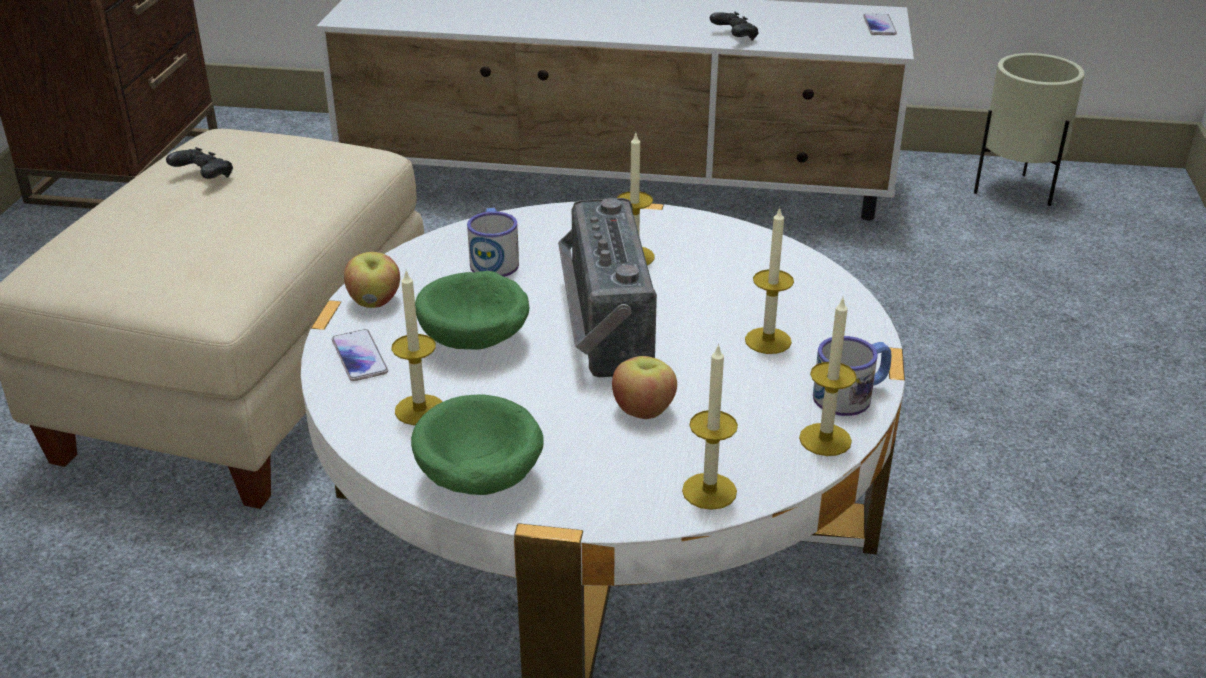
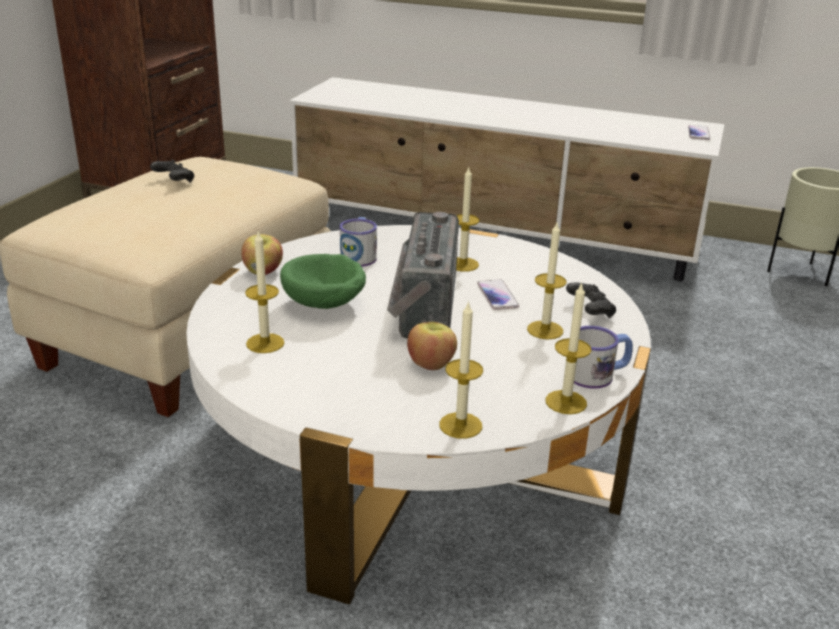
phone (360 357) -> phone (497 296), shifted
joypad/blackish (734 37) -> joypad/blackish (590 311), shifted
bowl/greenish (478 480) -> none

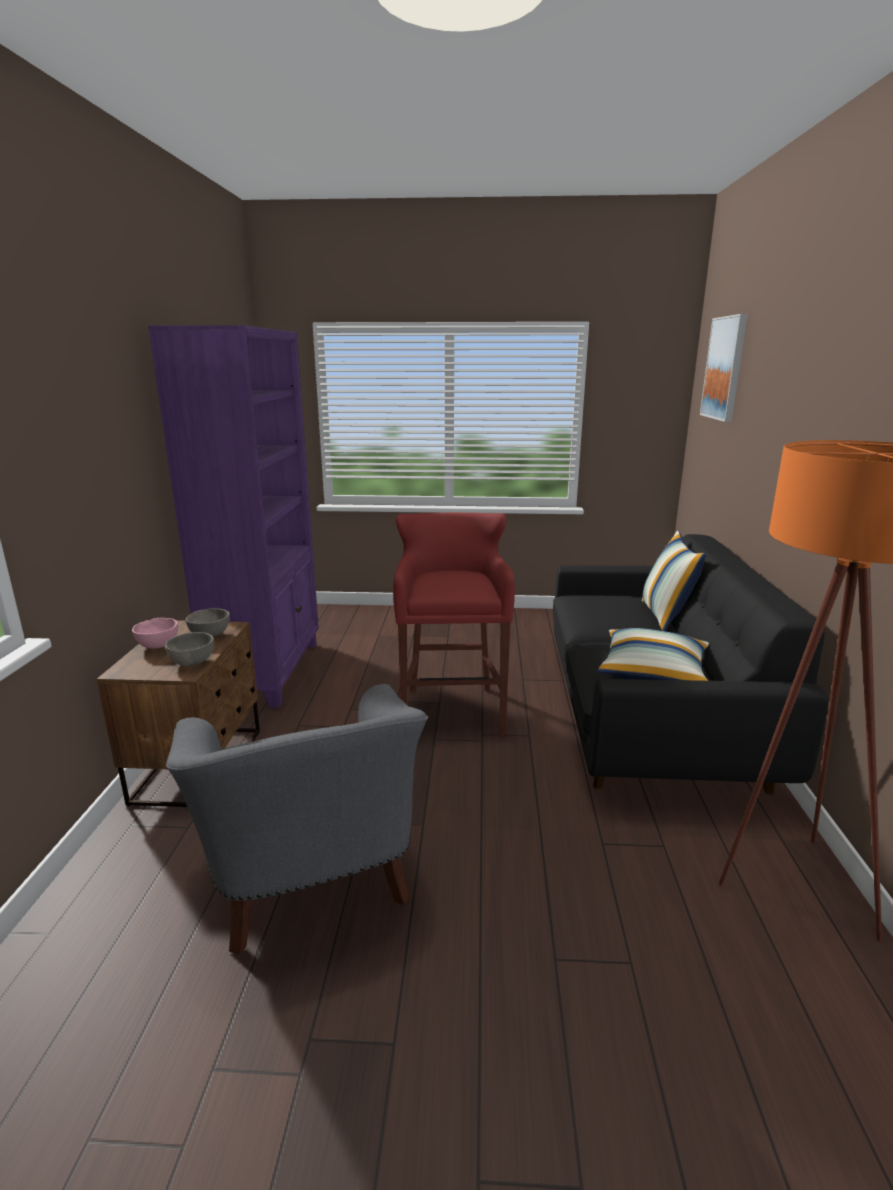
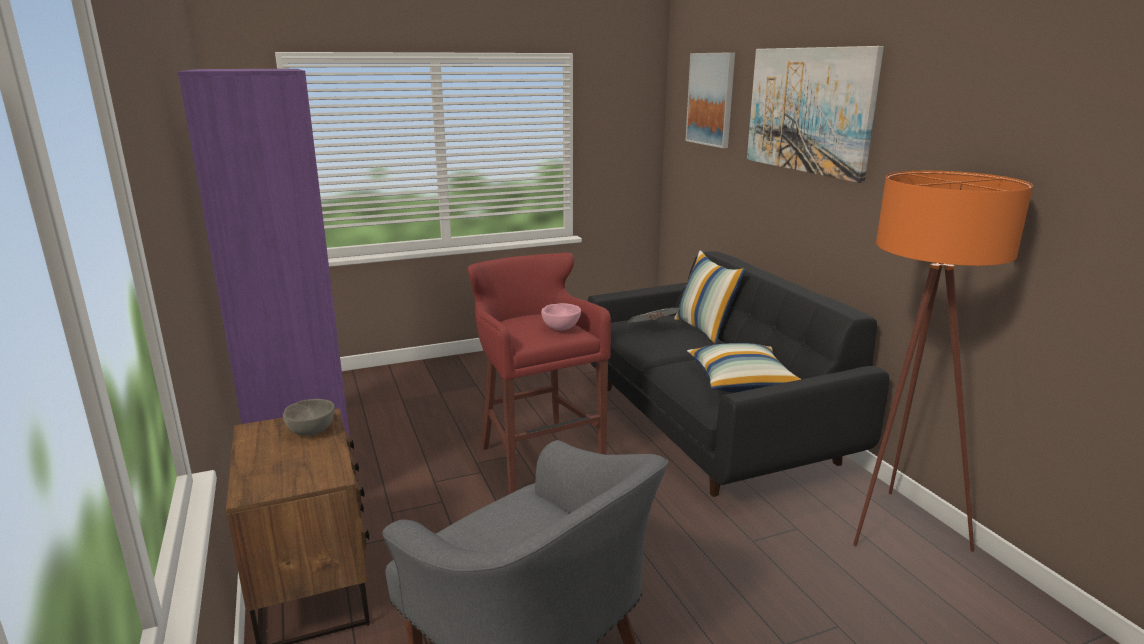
bowl/pinkish (159 646) -> bowl/pinkish (561 328), shifted
none -> printed paper (652 329)
none -> wall picture (809 110)
bowl/gray (191 662) -> none

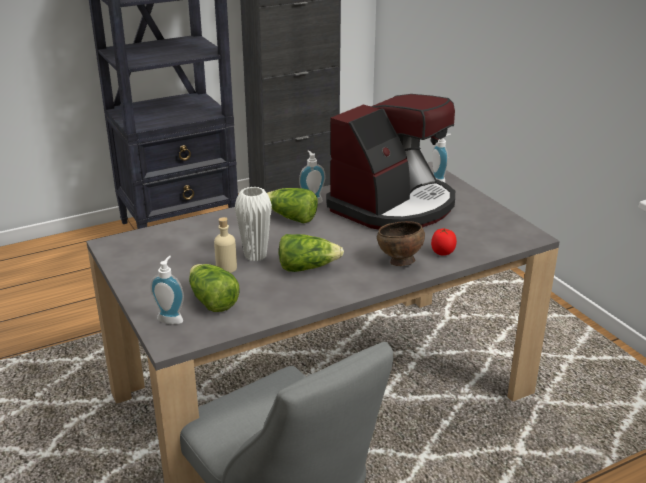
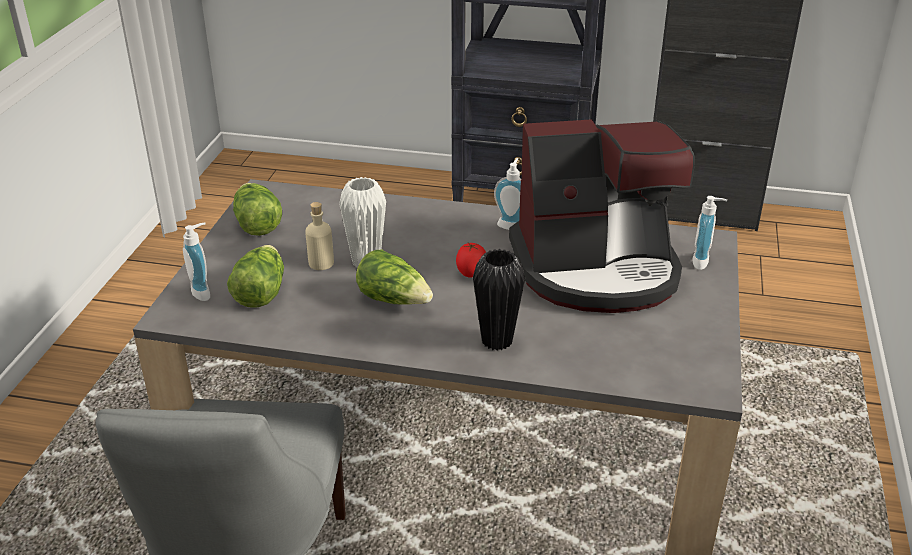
head of lettuce (291 218) -> head of lettuce (256 224), shifted
fresh tomato (443 253) -> fresh tomato (471 274), shifted
bowl/brownish (399 262) -> vase/blackish (497 341)

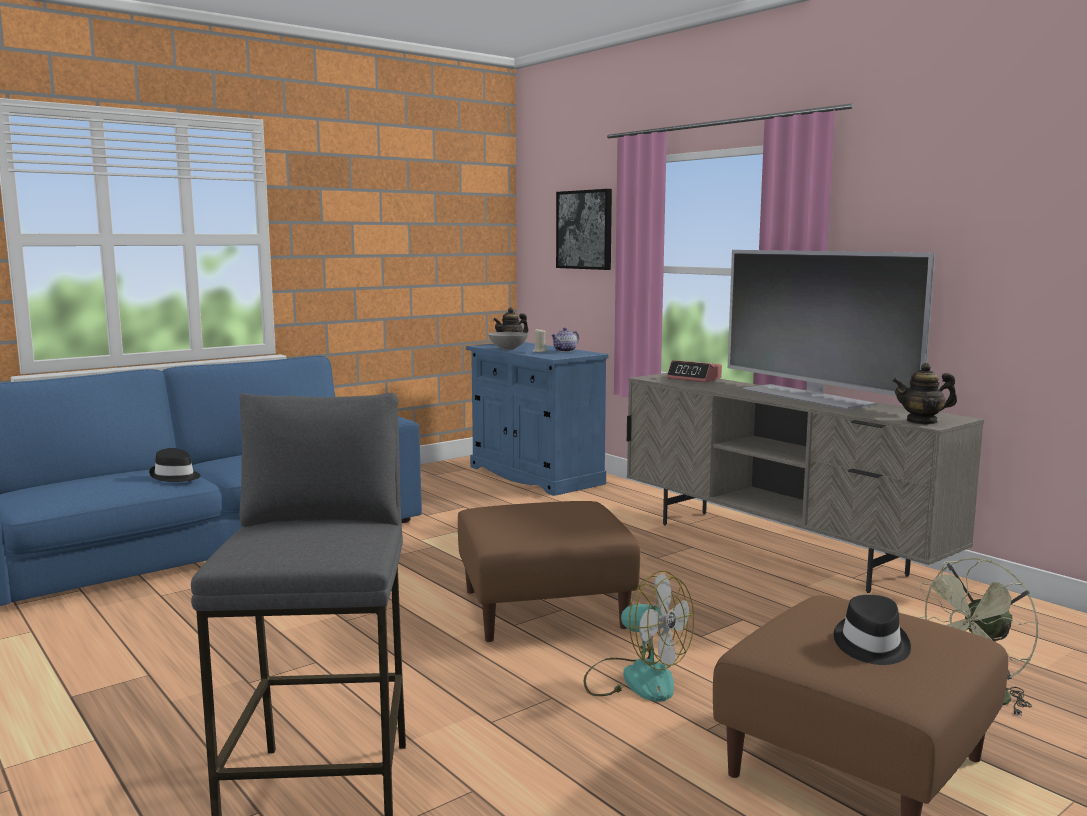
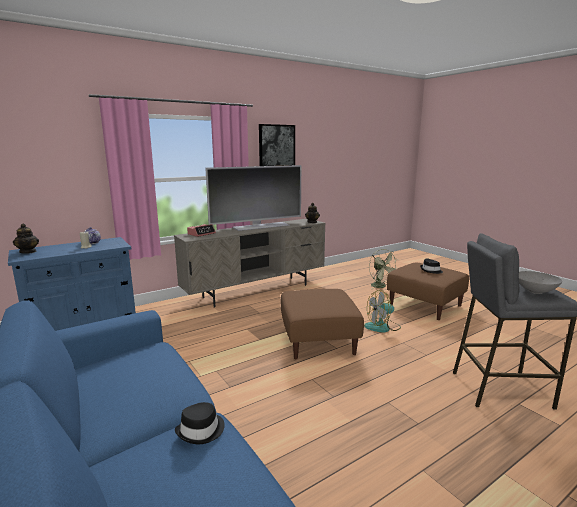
wall picture (585 229) -> wall picture (276 146), shifted
cooling fan (635 678) -> cooling fan (382 327), 150 degrees counterclockwise
bowl/gray (507 349) -> bowl/gray (536 291), shifted

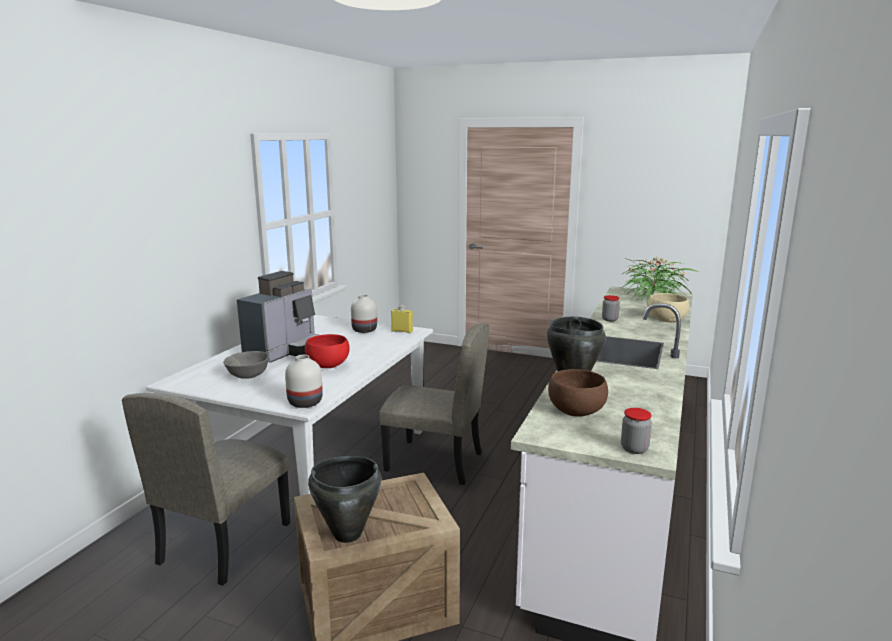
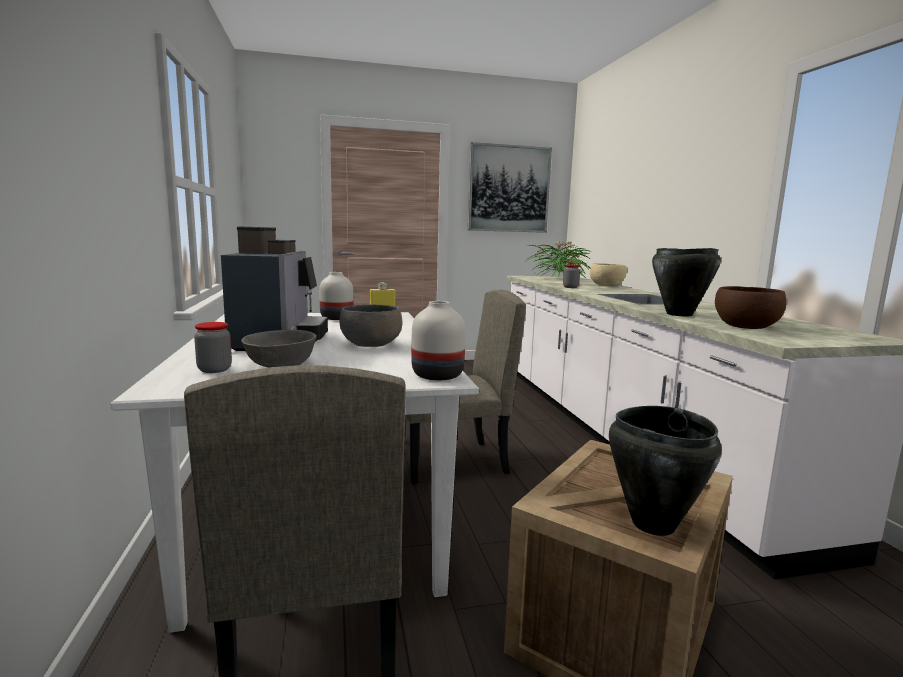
storage jar (634 449) -> storage jar (214 370), shifted
bowl/reddish (328 365) -> bowl/gray (371 344)
none -> wall picture (509 189)

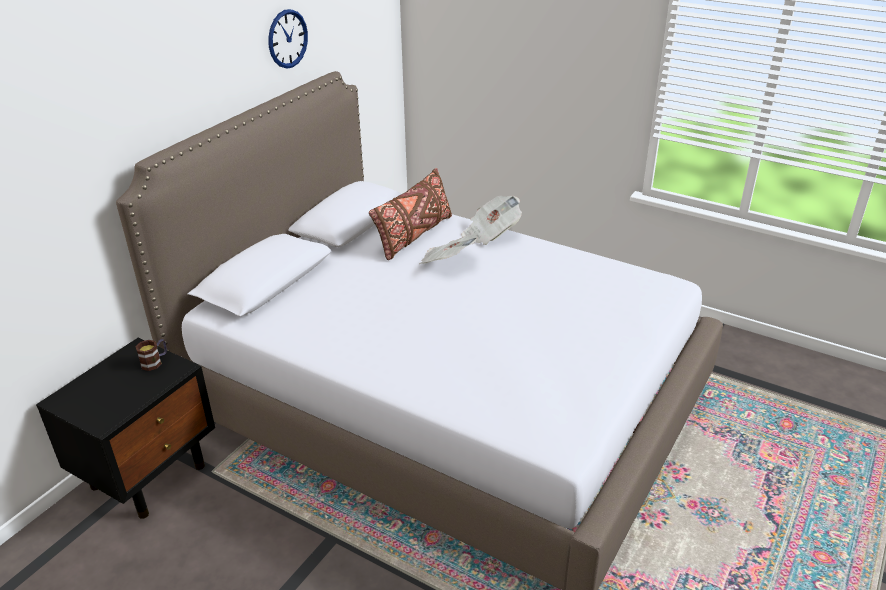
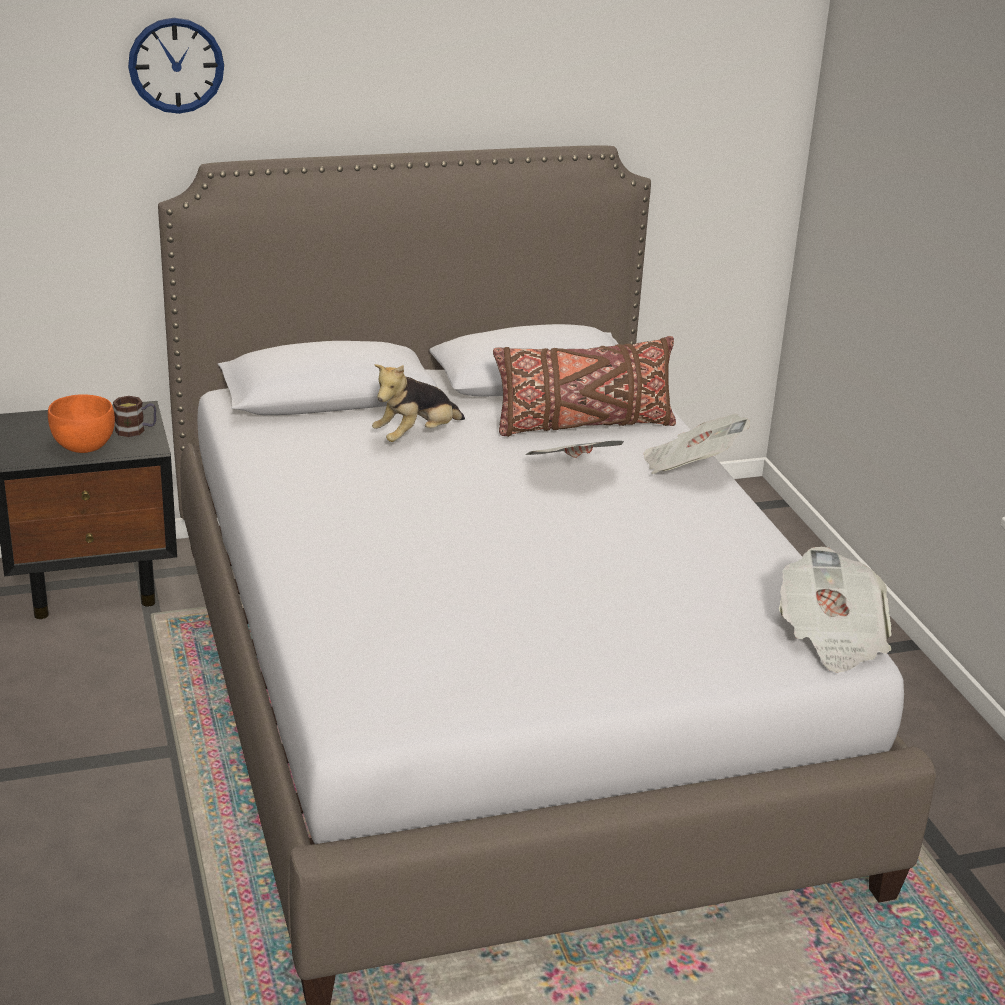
none -> bowl/orange-coloured (84 447)
hanging clock (287 39) -> hanging clock (176 65), shifted
none -> cuddly toy (416 436)
none -> printed paper (831 638)

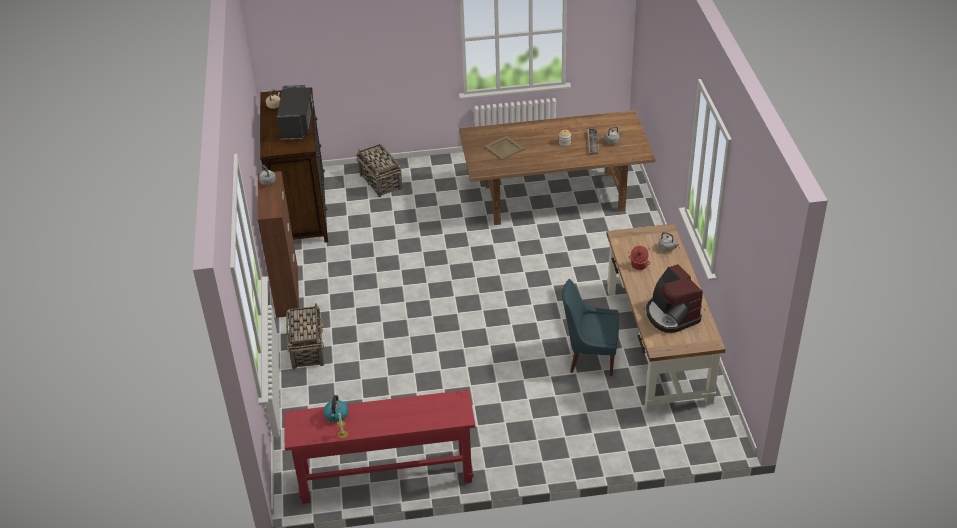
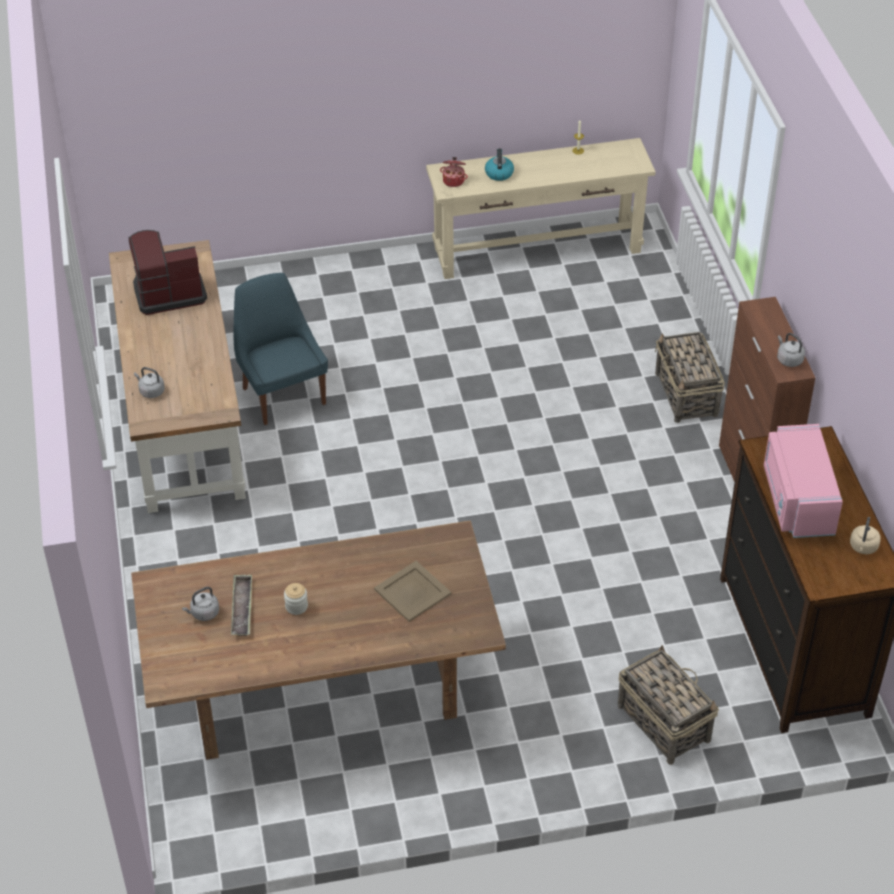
coffee machine (671 315) -> coffee machine (168 292), 75 degrees counterclockwise
plain chair/blue-coloured (590 357) -> plain chair/blue-coloured (282 394), 120 degrees counterclockwise
hall table/reddish (386 476) -> hall table/beige (537 249)
stockpot (638 265) -> stockpot (454 180), shifted
kettle (336 415) -> kettle (499 173), shifted
microwave/blackish (297 124) -> microwave/pinkish (796 500)

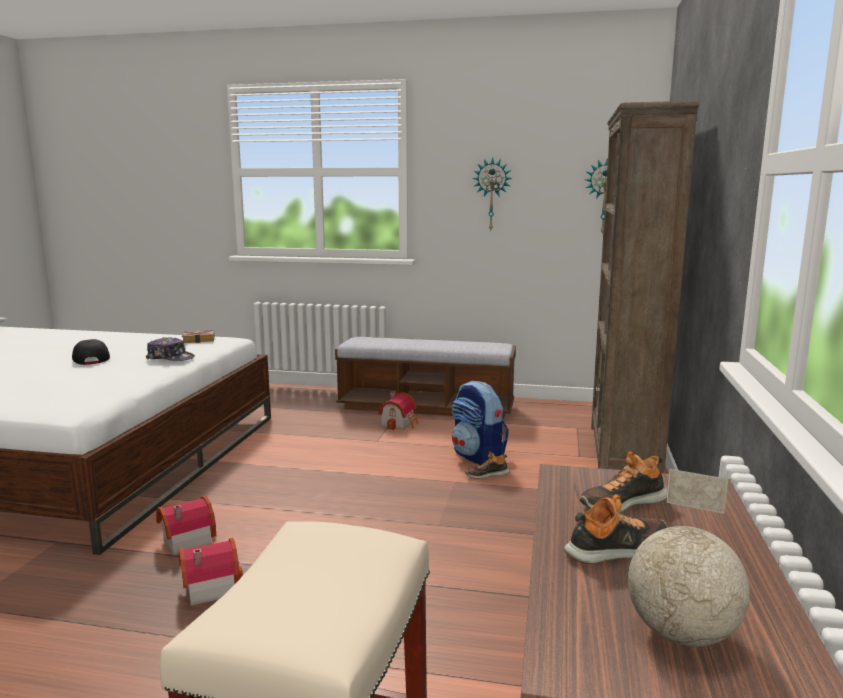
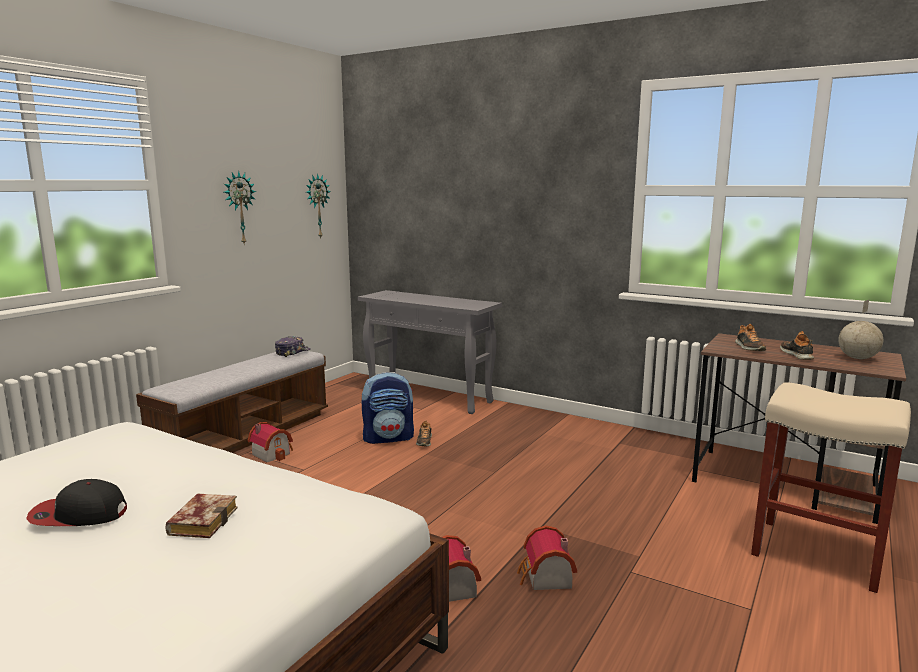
bound book (200 340) -> bound book (203 520), shifted
peaked cap (170 358) -> peaked cap (292 352), shifted
shelving unit/brownish (623 453) -> hall table/gray (430 397)

